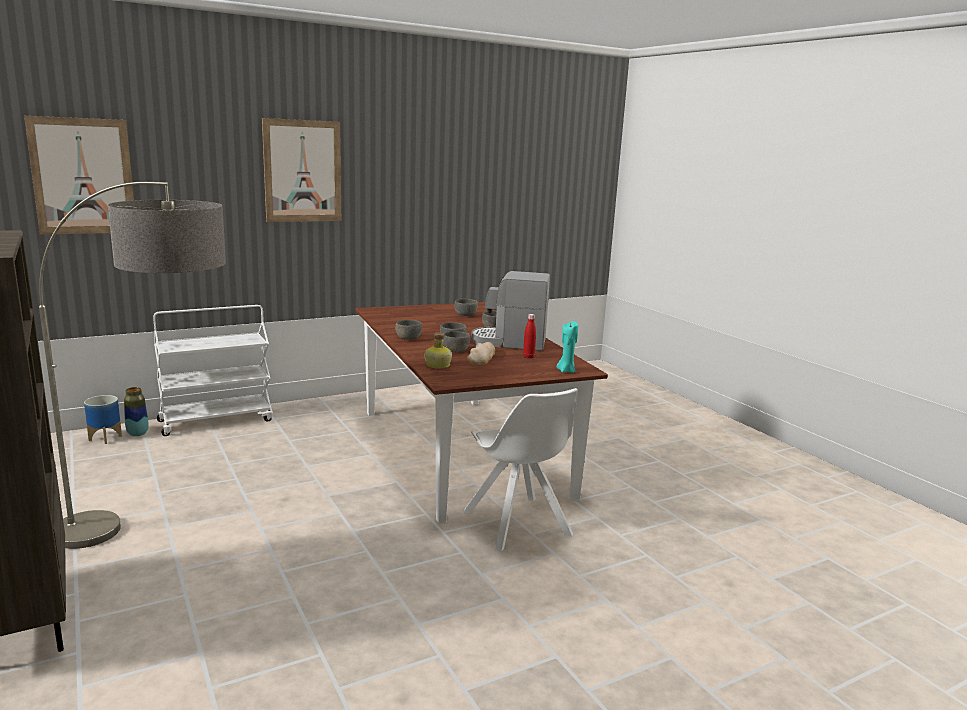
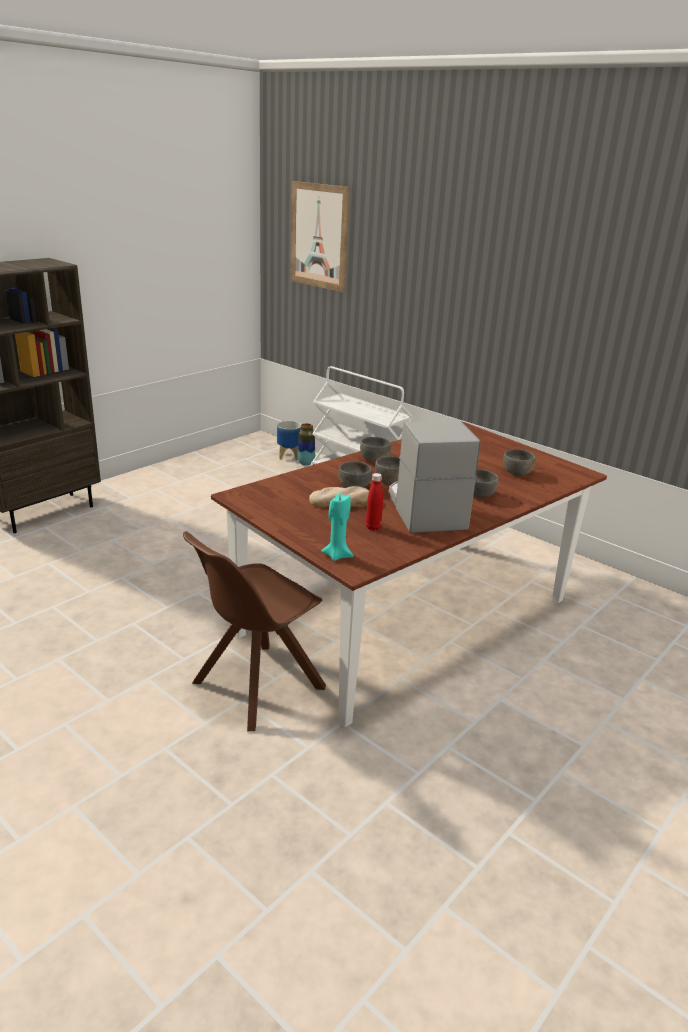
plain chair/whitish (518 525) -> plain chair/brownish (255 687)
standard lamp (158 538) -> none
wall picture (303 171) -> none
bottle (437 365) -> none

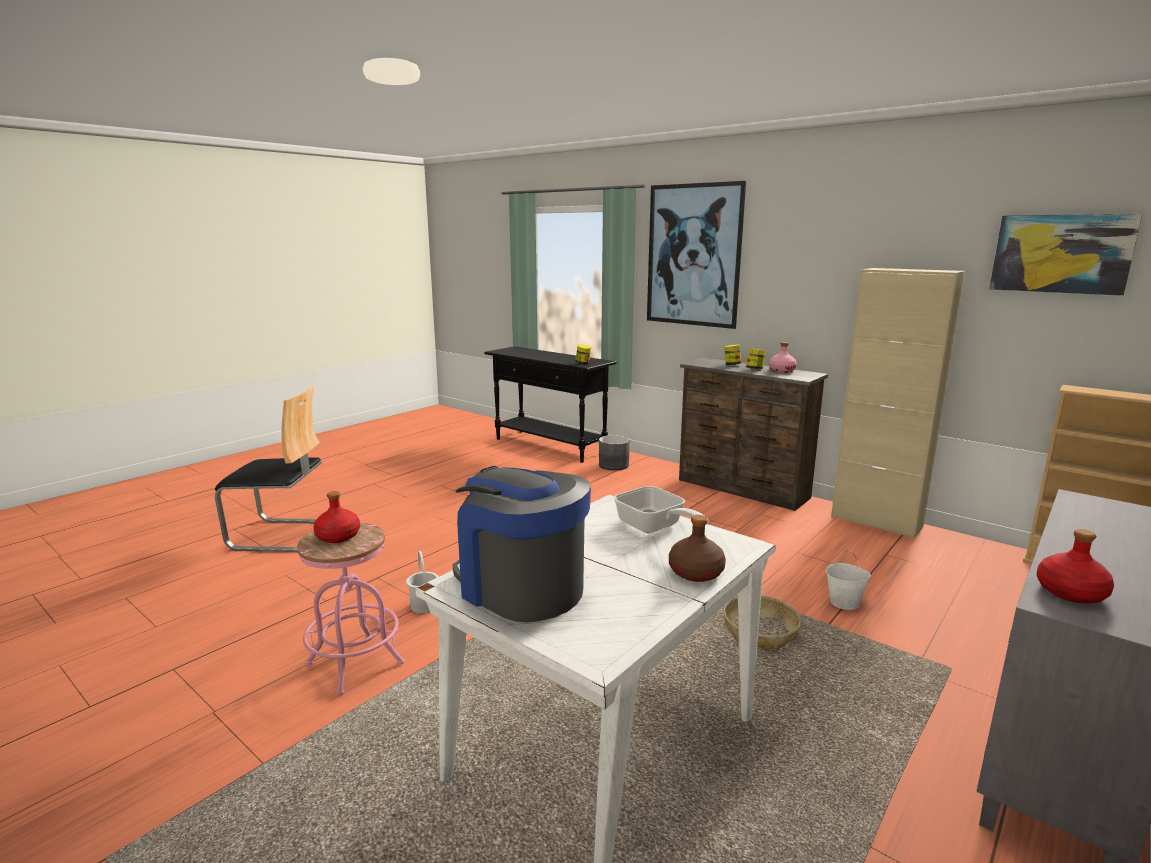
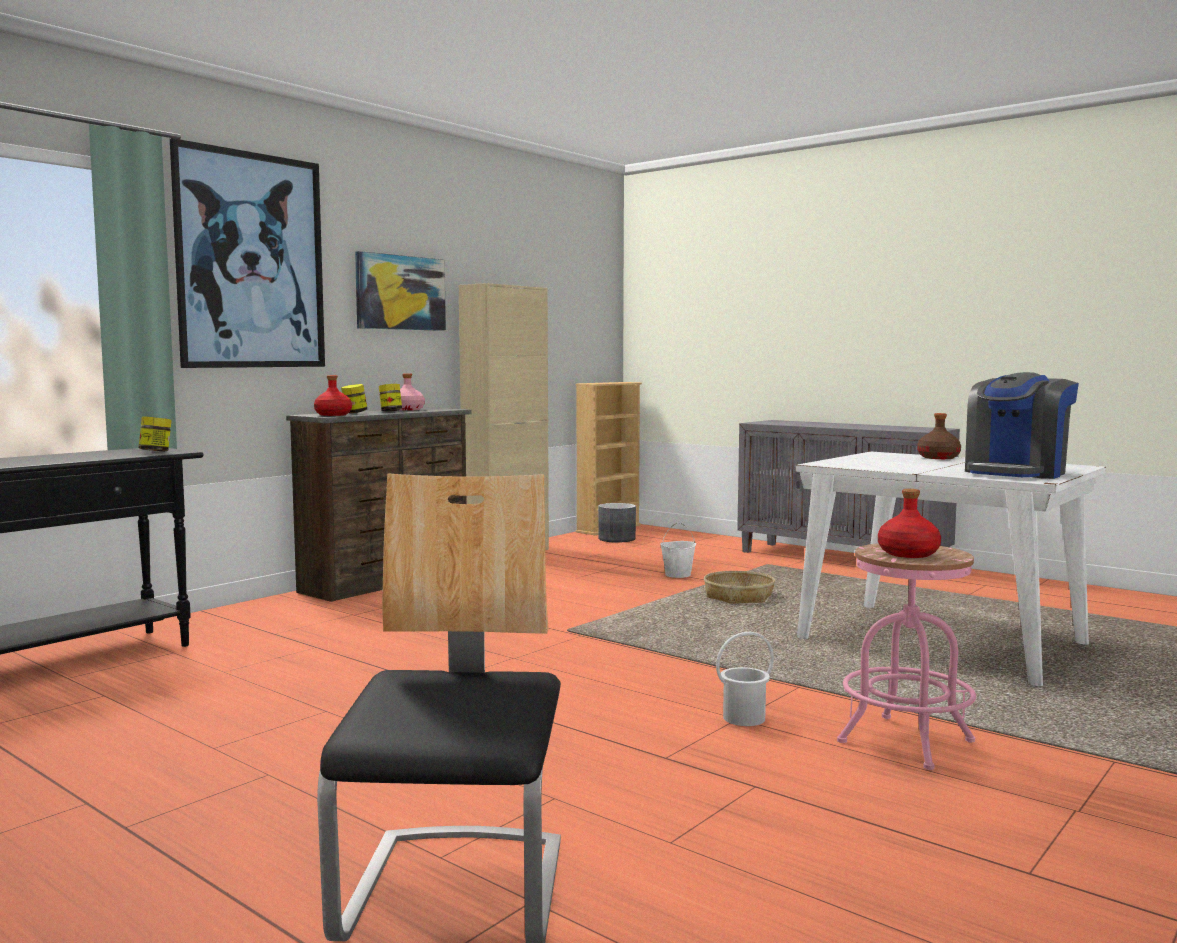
bottle/reddish (1071 593) -> bottle/reddish (333 415), shifted
wall picture (1061 254) -> wall picture (400 292), shifted
plant pot/gray (614 465) -> plant pot/gray (617 539), shifted
pan (654 527) -> none

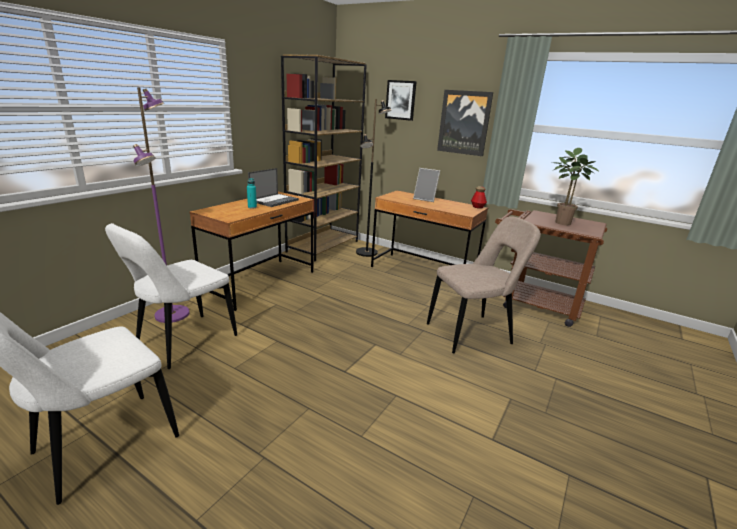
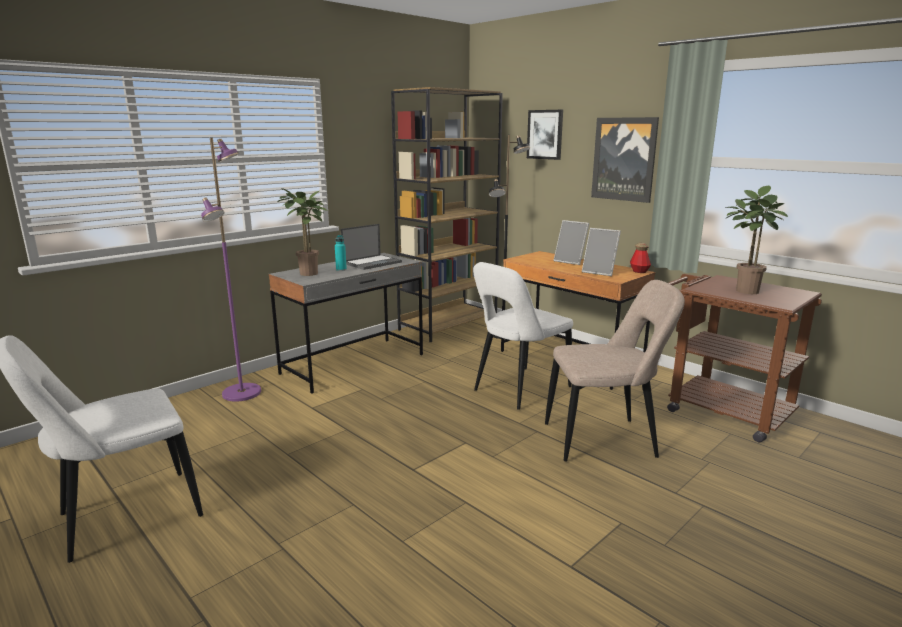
desk/brownish (260 283) -> desk/gray (353 364)
none -> houseplant (309 274)
plain chair/whitish (183 343) -> plain chair/whitish (519 390), shifted
none -> picture frame (600 272)

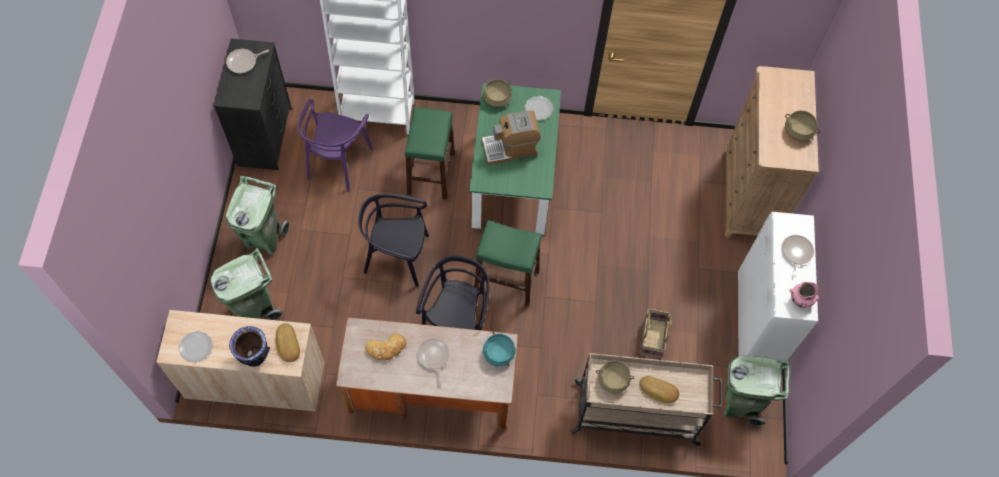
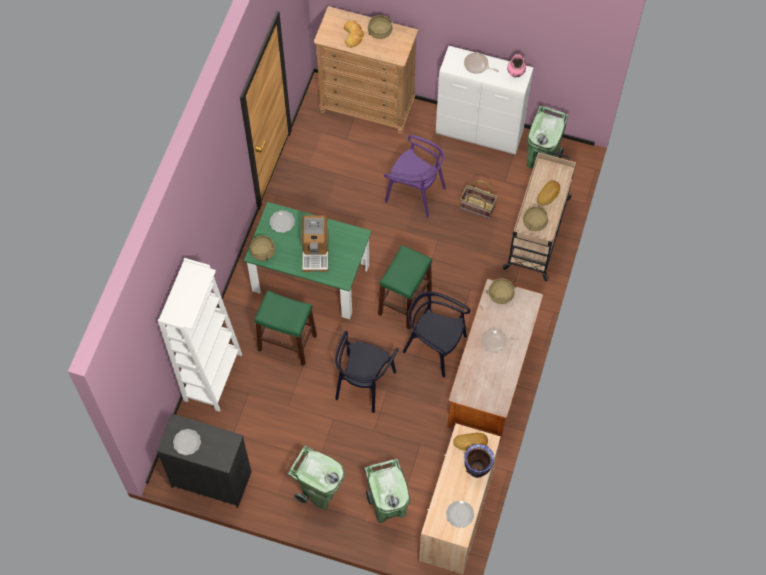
pan (243 62) -> plate (187 442)
bread (386 348) -> bread (353 35), shifted
plain chair/purple-coloured (337 161) -> plain chair/purple-coloured (415 192), shifted
stockpot/turquoise-coloured (499 353) -> stockpot/beige (501 294)

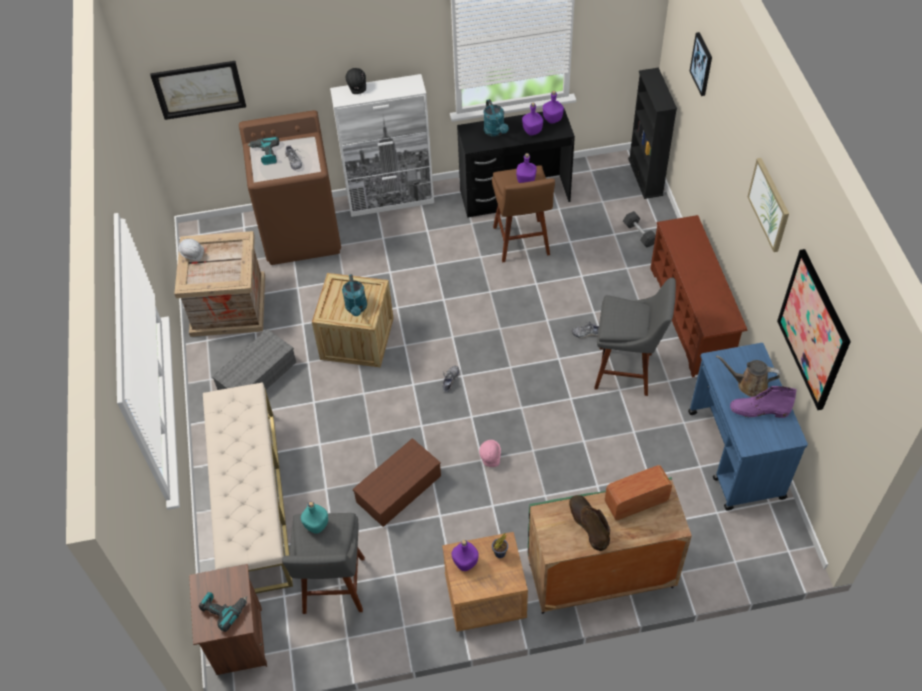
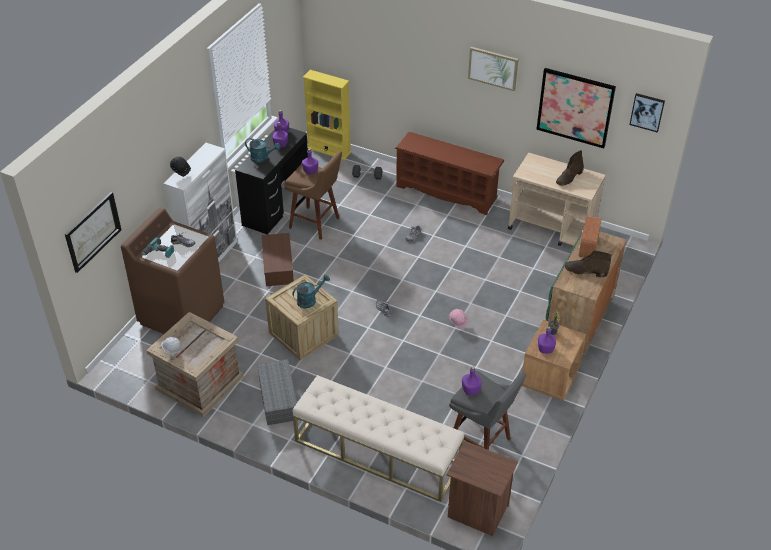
storage box/brownish (398 490) -> storage box/brownish (279 266), shifted
watering pot/turquoise-coloured (356 308) -> watering pot/turquoise-coloured (309 300), 60 degrees counterclockwise
shelving unit/blackish (645 177) -> shelving unit/yellowish (329 150)
bottle/turquoise-coloured (316 525) -> bottle/purple-coloured (471 390)
wheeled cart/blue-coloured (735 455) -> wheeled cart/beige (552 229)
boot/purple-coloured (759 410) -> boot/brownish (569 177)
wall picture (702 64) -> wall picture (647 112), shifted
power drill (224 609) -> none
sitting stool/gray (627 371) -> none
watering pot/brownish (749 384) -> none

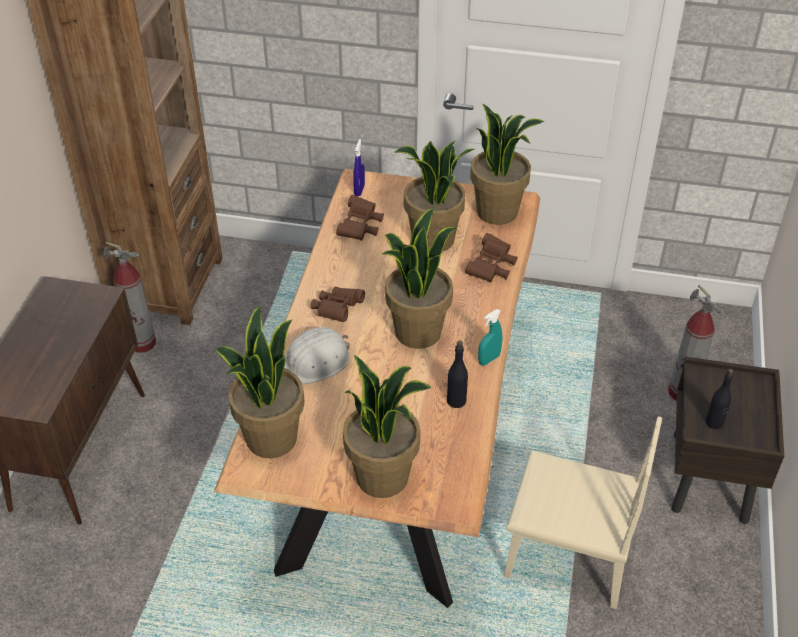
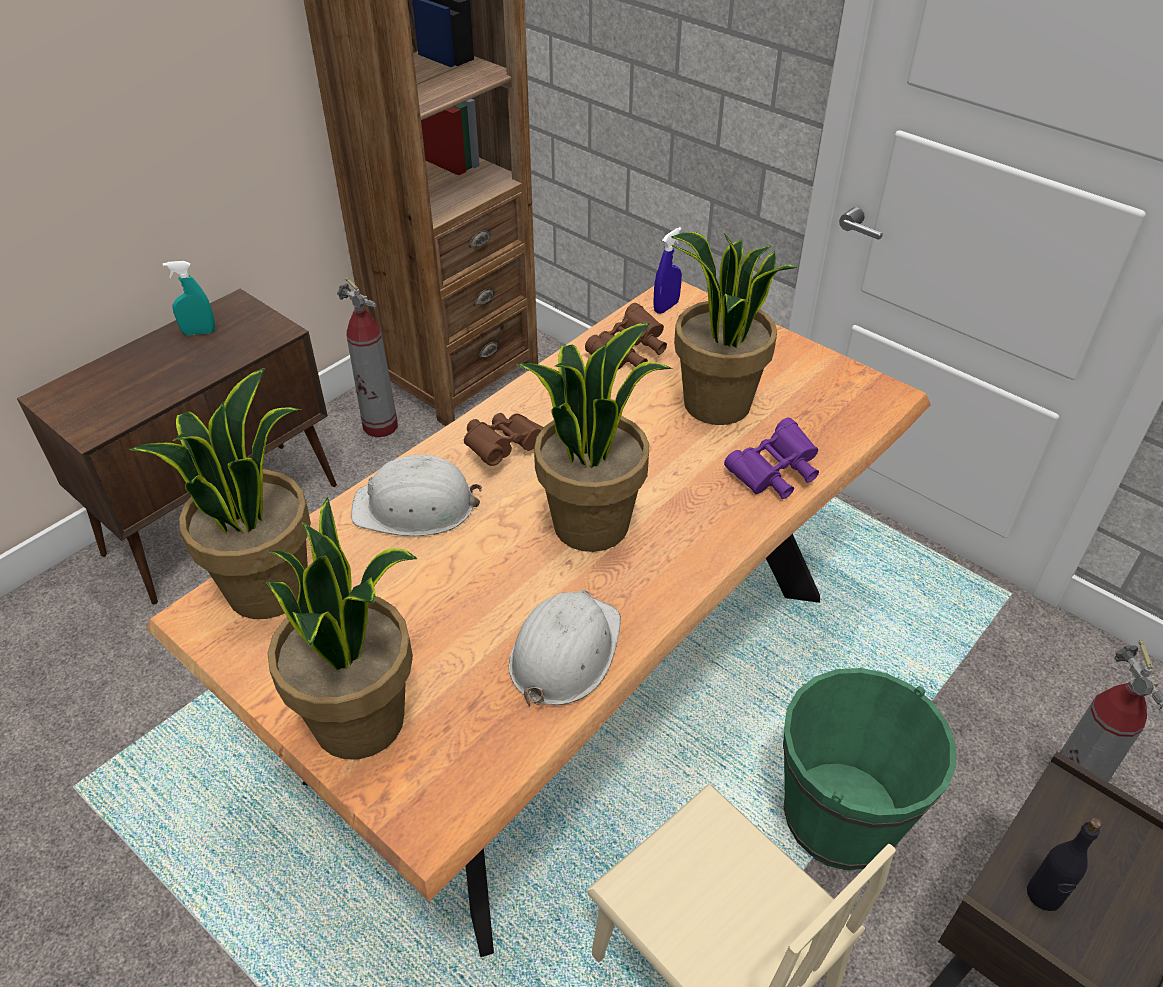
spray bottle/turquoise-coloured (489 359) -> spray bottle/turquoise-coloured (199 332), shifted
bottle/blackish (456 400) -> work helmet/whitish (564 652)
binoculars/brownish (491 268) -> binoculars/purple-coloured (774 474)
none -> bucket/greenish (840 817)
houseplant (498 211) -> none

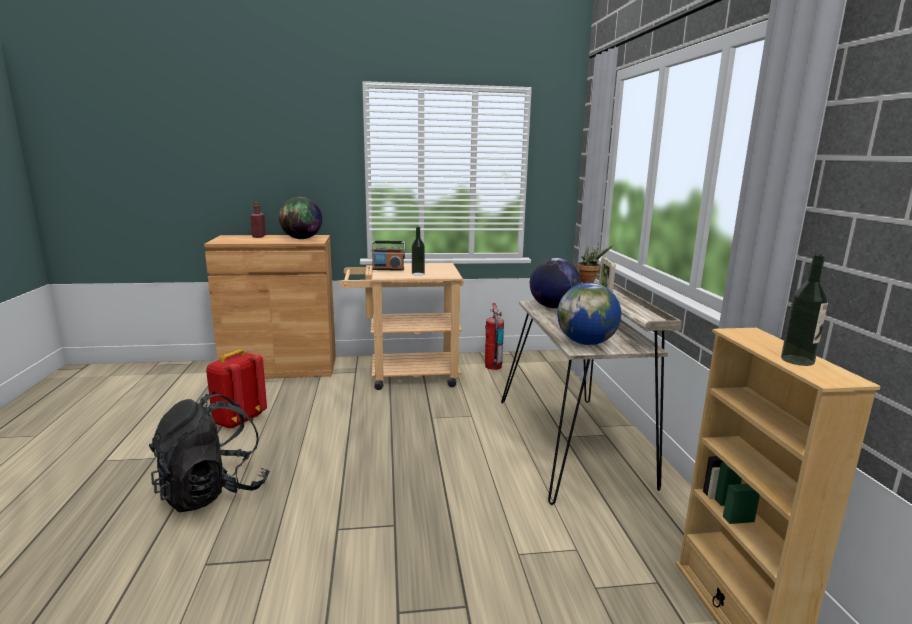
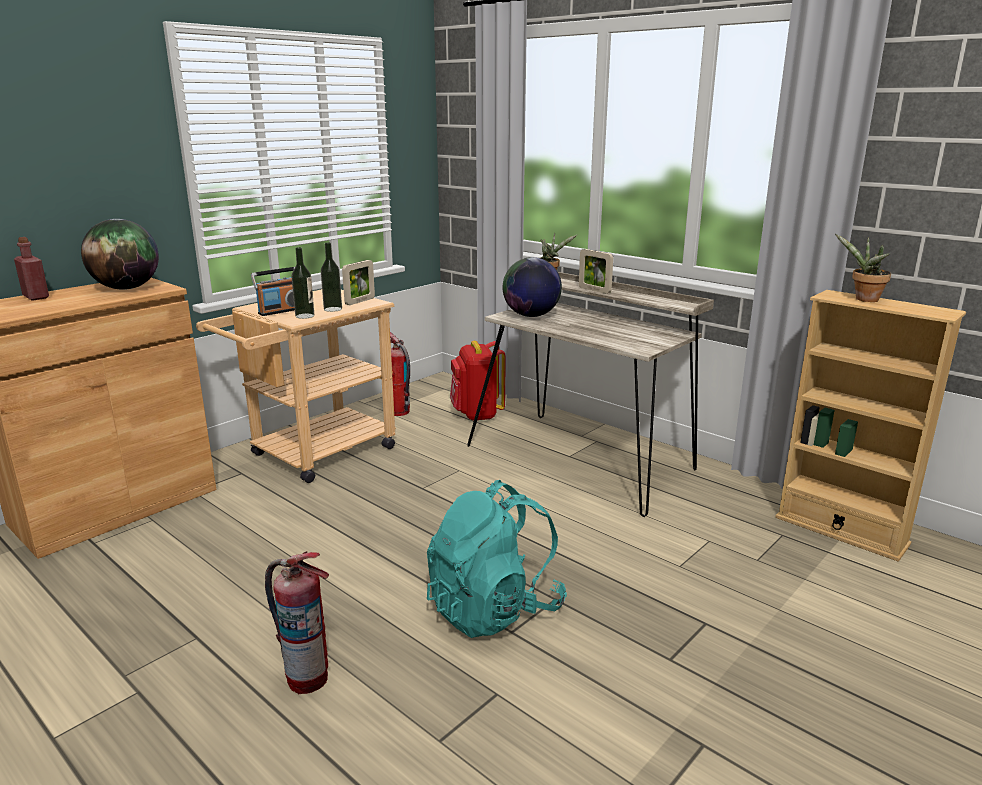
backpack/blackish (213 491) -> extinguisher (307 678)
bottle (797 360) -> bottle (305 316), shifted
none -> picture frame (360 301)
none -> backpack/turquoise-coloured (494 609)
backpack/reddish (238 420) -> backpack/reddish (477 414), shifted
none -> houseplant (863 299)
world globe (586 343) -> none

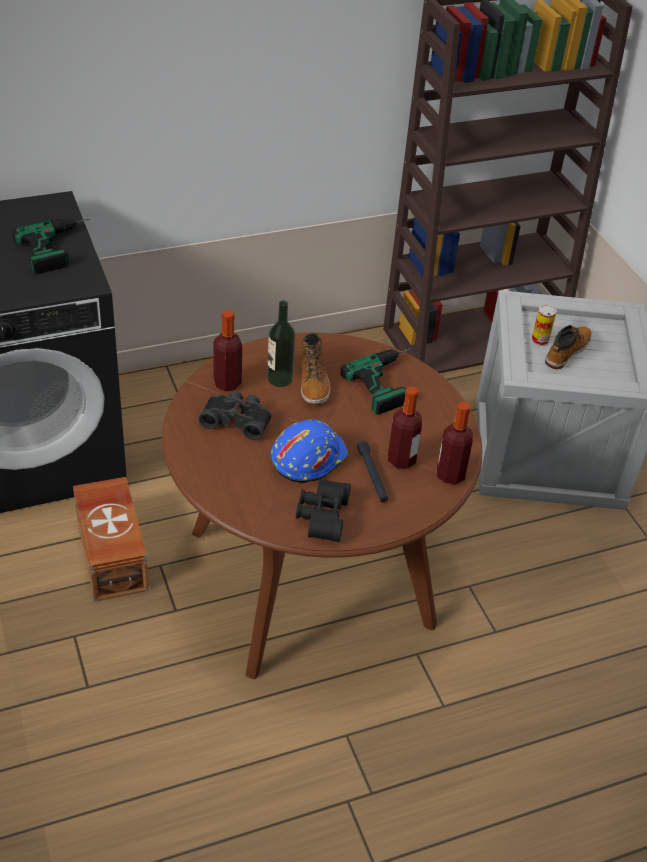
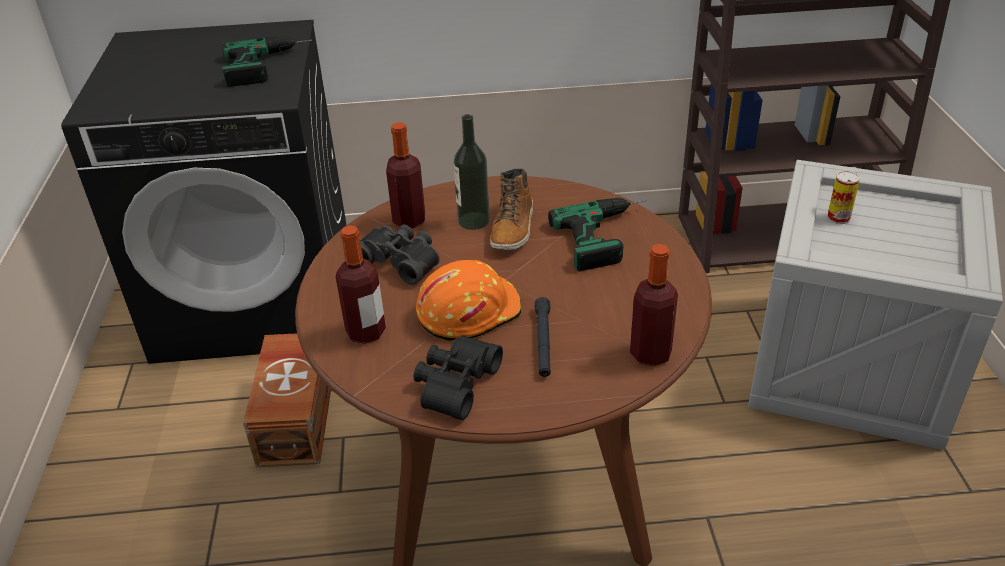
bottle (401 460) -> bottle (366 332), shifted
work helmet/blue-coloured (308 457) -> work helmet/orange-coloured (468 311)
boot (566 351) -> none

